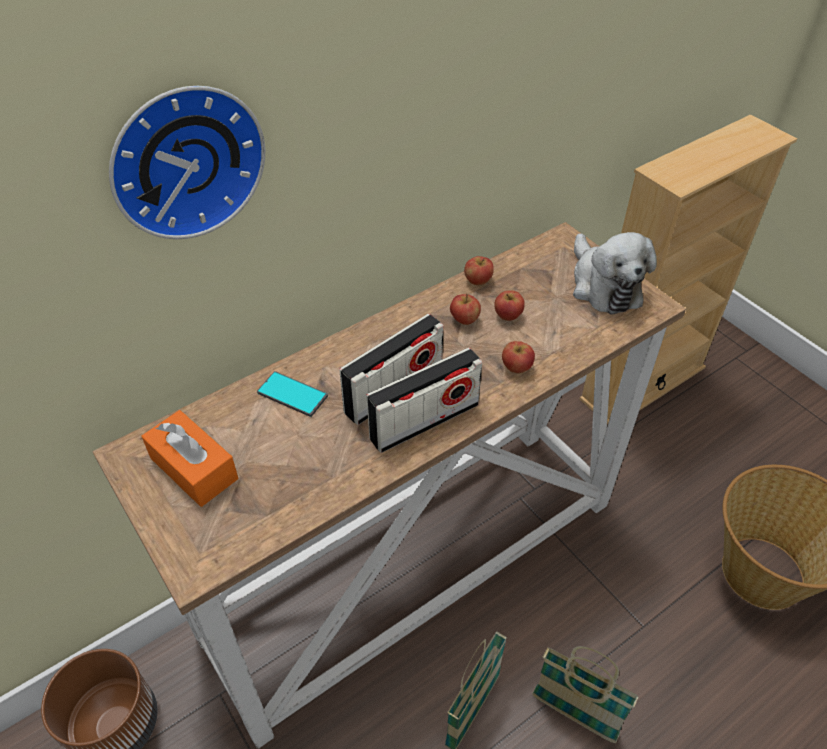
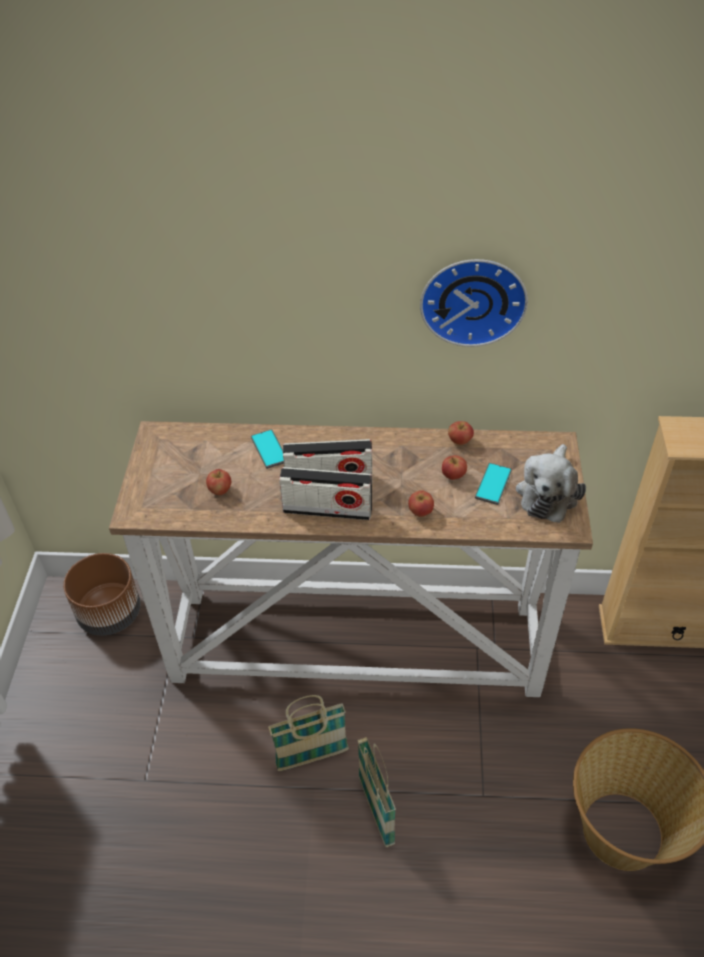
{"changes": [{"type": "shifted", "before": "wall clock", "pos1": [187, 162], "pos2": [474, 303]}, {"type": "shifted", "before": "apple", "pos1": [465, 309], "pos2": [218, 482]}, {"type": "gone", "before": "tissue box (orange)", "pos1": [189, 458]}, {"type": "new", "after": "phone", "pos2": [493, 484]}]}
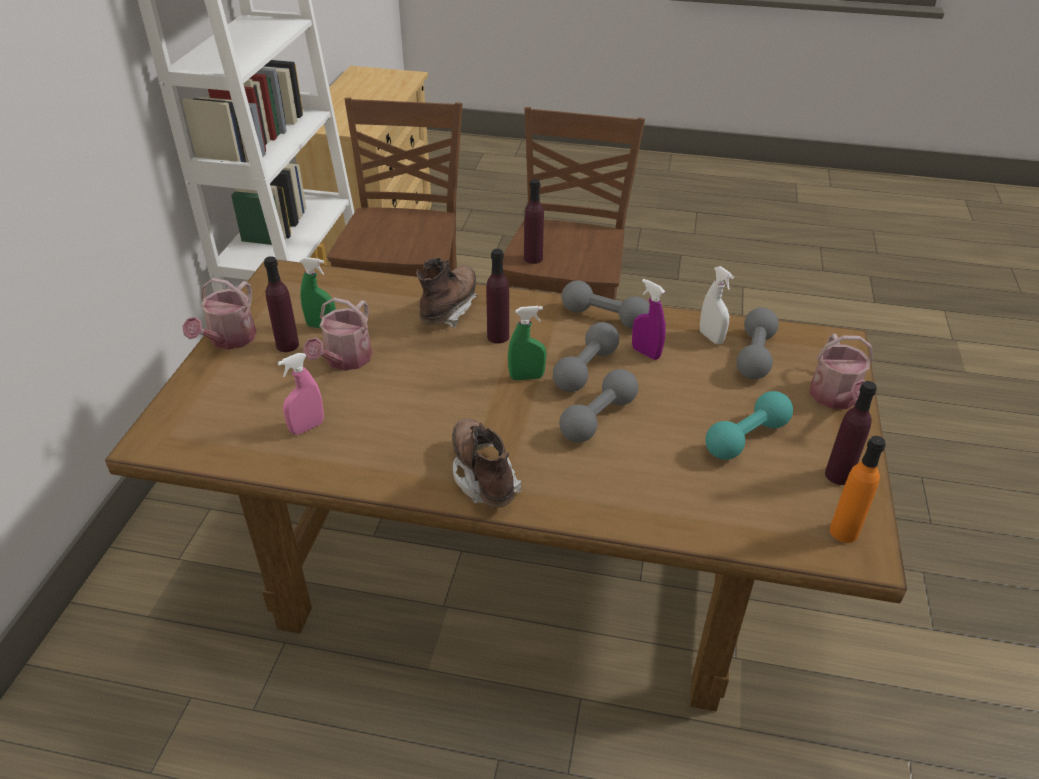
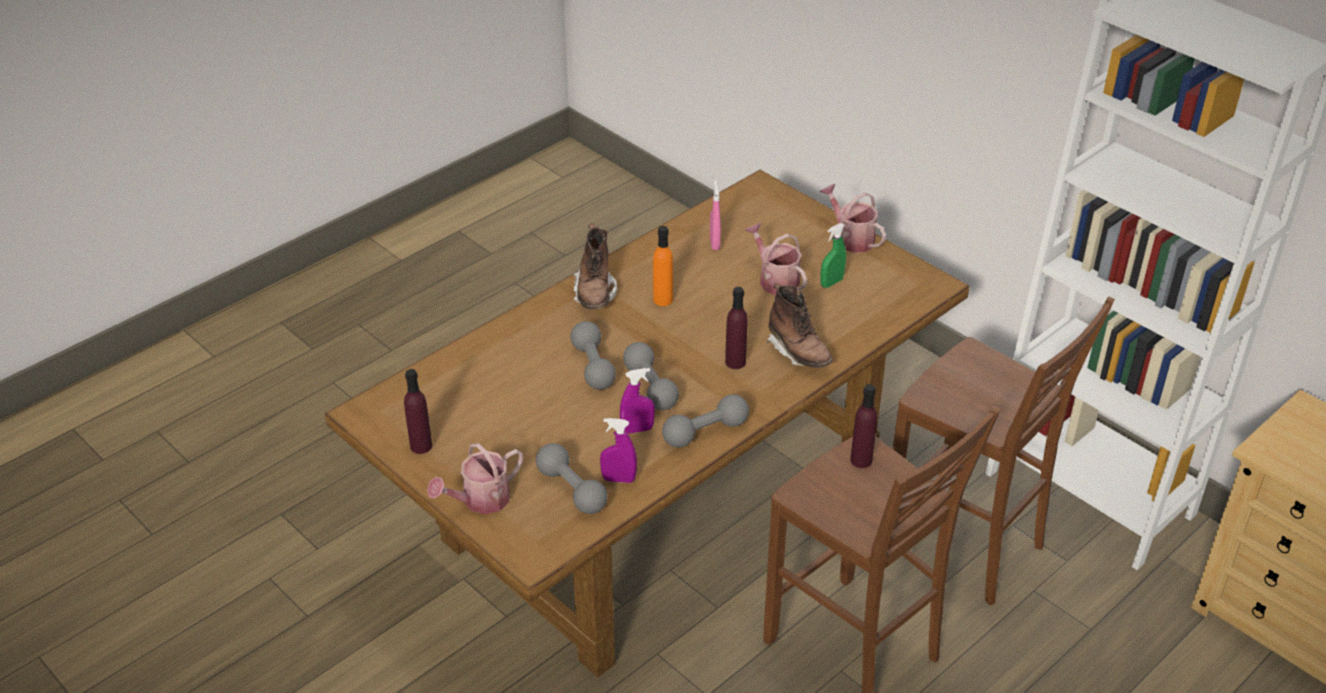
{"changes": [{"type": "gone", "before": "bottle (purple)", "pos1": [281, 304]}, {"type": "repainted", "before": "spray bottle (white)", "after": "spray bottle (purple)", "pos1": [717, 305], "pos2": [618, 450]}, {"type": "gone", "before": "spray bottle (green)", "pos1": [527, 343]}, {"type": "rotated", "before": "watering can", "pos1": [841, 371], "pos2": [475, 478], "turn": -75}, {"type": "gone", "before": "dumbbell (turquoise)", "pos1": [749, 425]}, {"type": "rotated", "before": "boot (brown)", "pos1": [487, 463], "pos2": [595, 266], "turn": 75}, {"type": "shifted", "before": "bottle (orange)", "pos1": [857, 489], "pos2": [663, 266]}]}
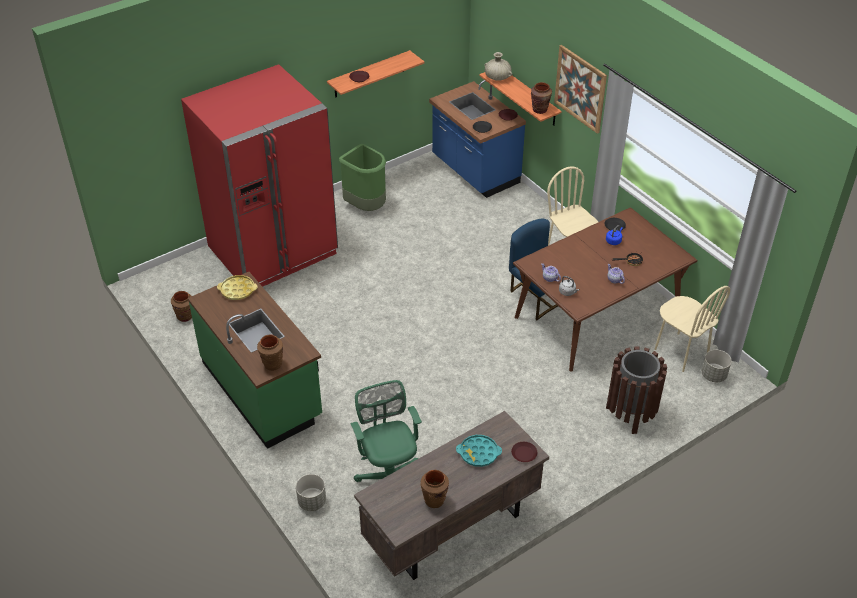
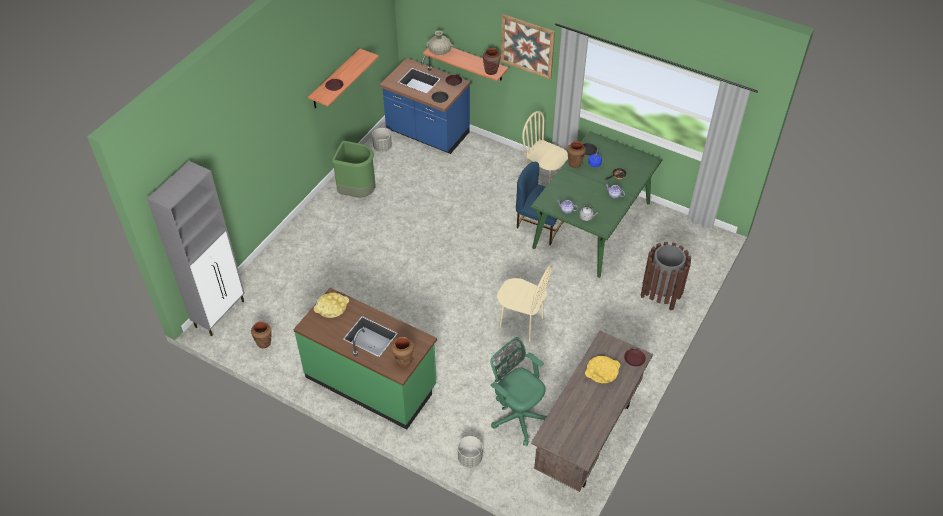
{"changes": [{"type": "gone", "before": "fridge (red)", "pos1": [259, 175]}, {"type": "repainted", "before": "dining table (brown)", "after": "dining table (green)", "pos1": [605, 289], "pos2": [597, 204]}, {"type": "shifted", "before": "chair (beige)", "pos1": [692, 329], "pos2": [524, 303]}, {"type": "shifted", "before": "planter (grey)", "pos1": [717, 366], "pos2": [382, 140]}, {"type": "repainted", "before": "tray (turquoise)", "after": "tray (yellow)", "pos1": [479, 451], "pos2": [602, 369]}, {"type": "shifted", "before": "vase (brown)", "pos1": [434, 489], "pos2": [576, 154]}, {"type": "new", "after": "cabinet (grey)", "pos2": [196, 248]}]}
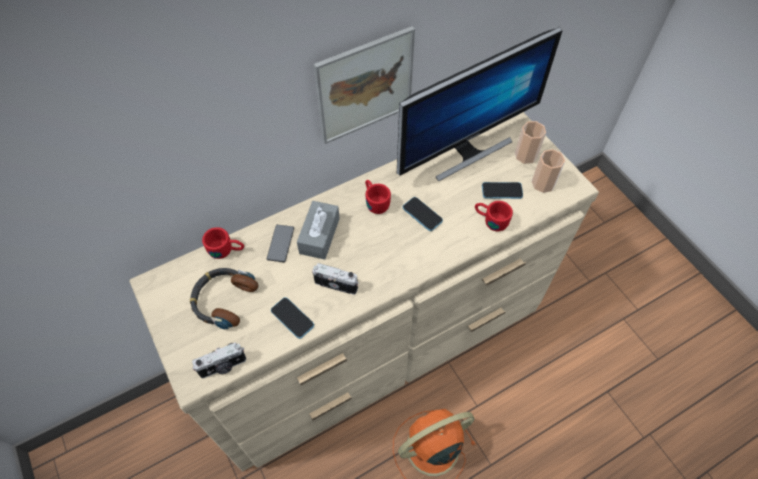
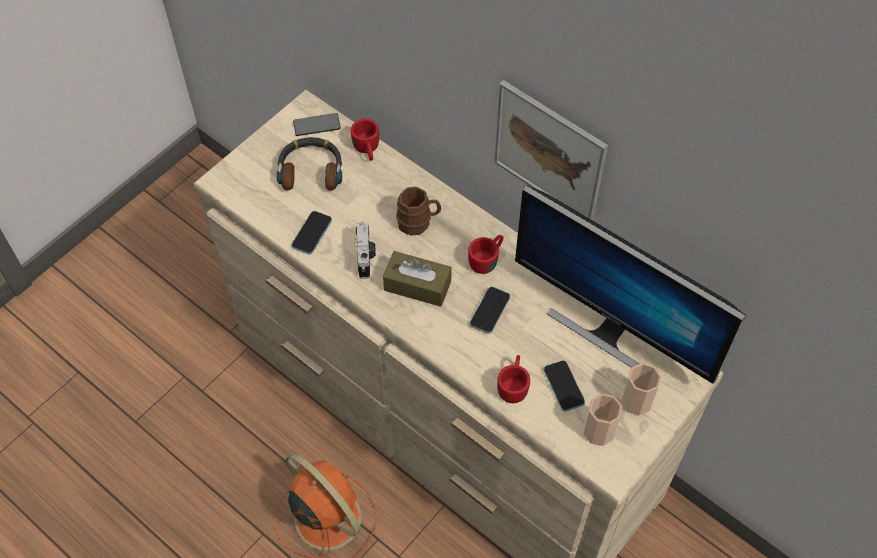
{"changes": [{"type": "swapped", "before": "tissue box (grey)", "after": "mug (brown)", "pos1": [318, 230], "pos2": [418, 211]}, {"type": "shifted", "before": "phone", "pos1": [280, 243], "pos2": [317, 124]}, {"type": "gone", "before": "photo camera", "pos1": [219, 360]}, {"type": "new", "after": "tissue box (brown)", "pos2": [417, 279]}]}
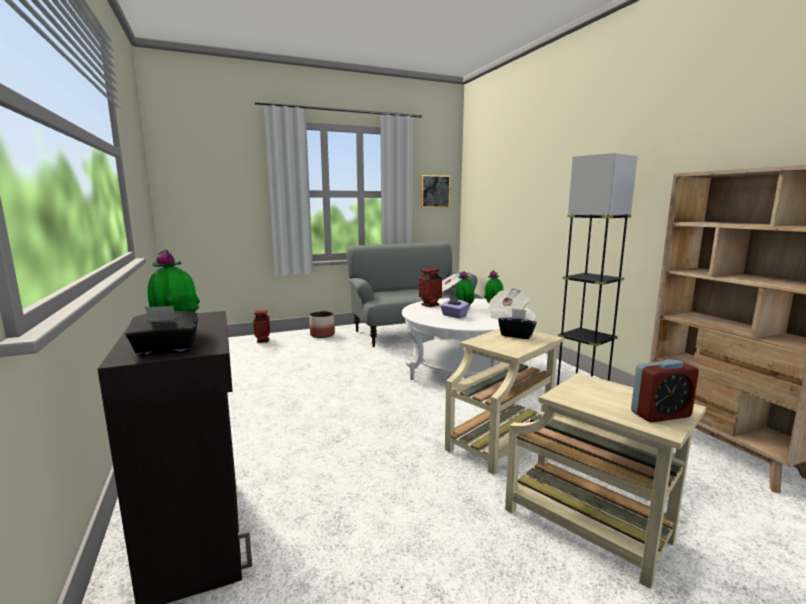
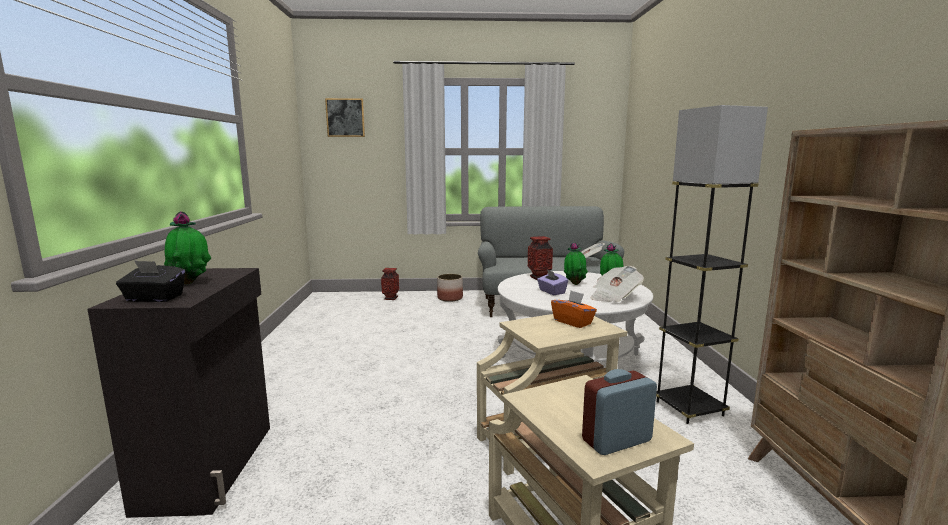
{"changes": [{"type": "shifted", "before": "picture", "pos1": [435, 191], "pos2": [345, 117]}, {"type": "repainted", "before": "tissue box (black)", "after": "tissue box (orange)", "pos1": [517, 323], "pos2": [574, 309]}, {"type": "rotated", "before": "alarm clock", "pos1": [665, 390], "pos2": [619, 412], "turn": 150}]}
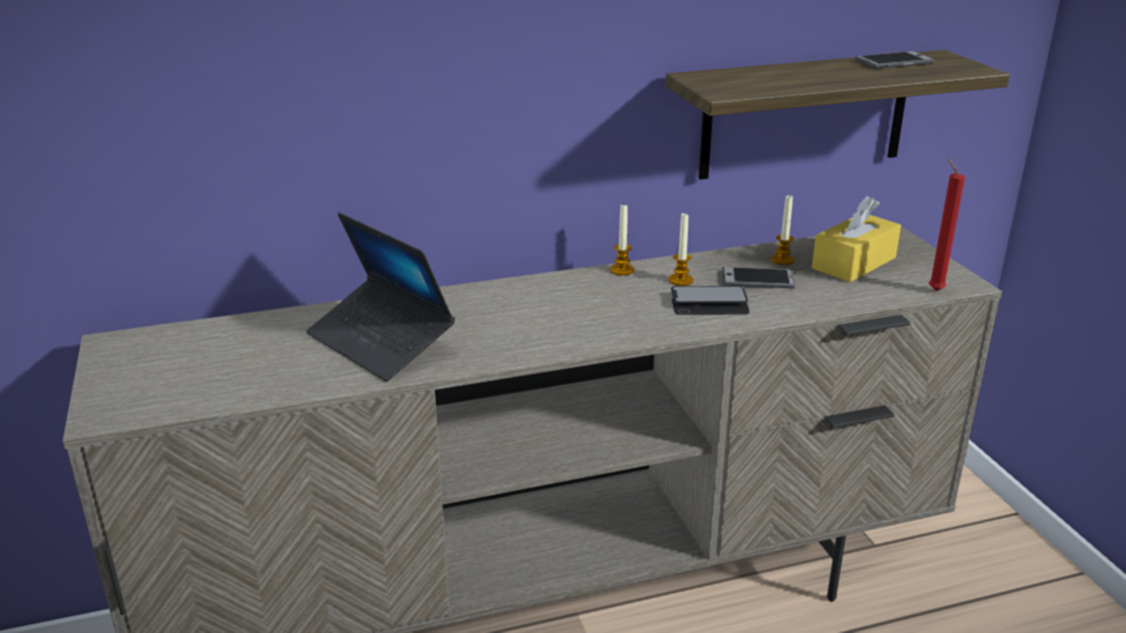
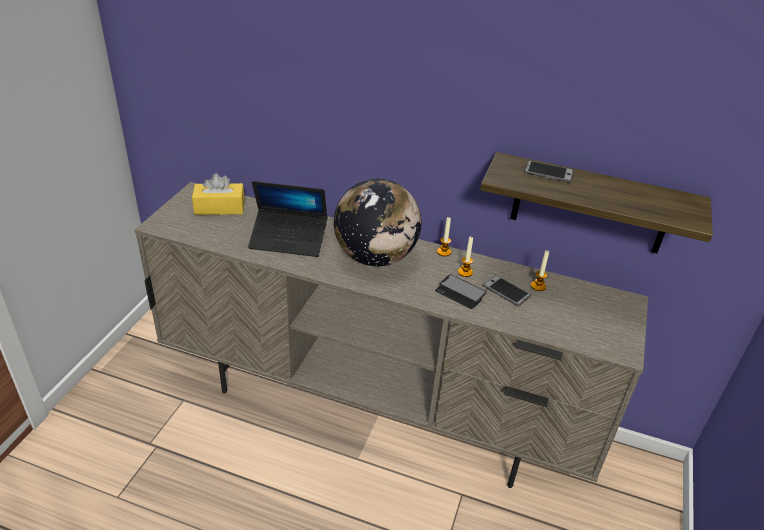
{"changes": [{"type": "shifted", "before": "phone", "pos1": [895, 60], "pos2": [549, 172]}, {"type": "gone", "before": "candle (red)", "pos1": [947, 224]}, {"type": "shifted", "before": "tissue box (yellow)", "pos1": [856, 239], "pos2": [218, 194]}, {"type": "rotated", "before": "laptop", "pos1": [380, 297], "pos2": [288, 219], "turn": -75}, {"type": "new", "after": "globe", "pos2": [377, 222]}]}
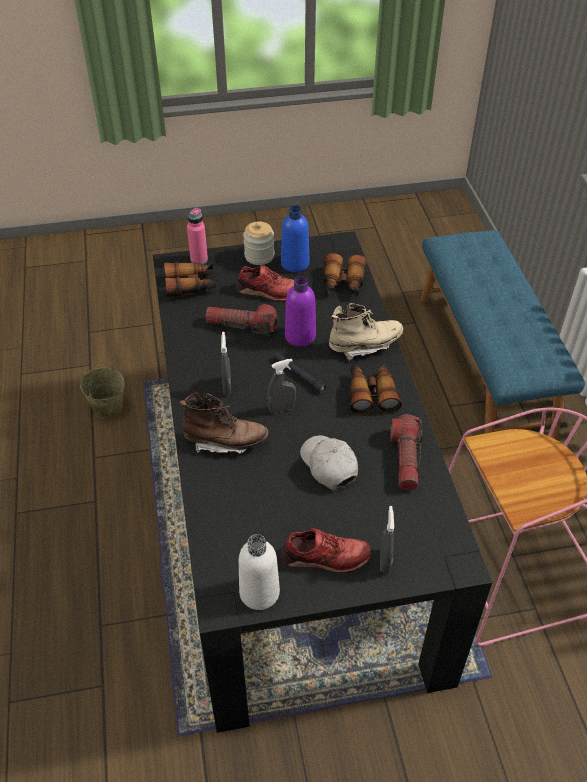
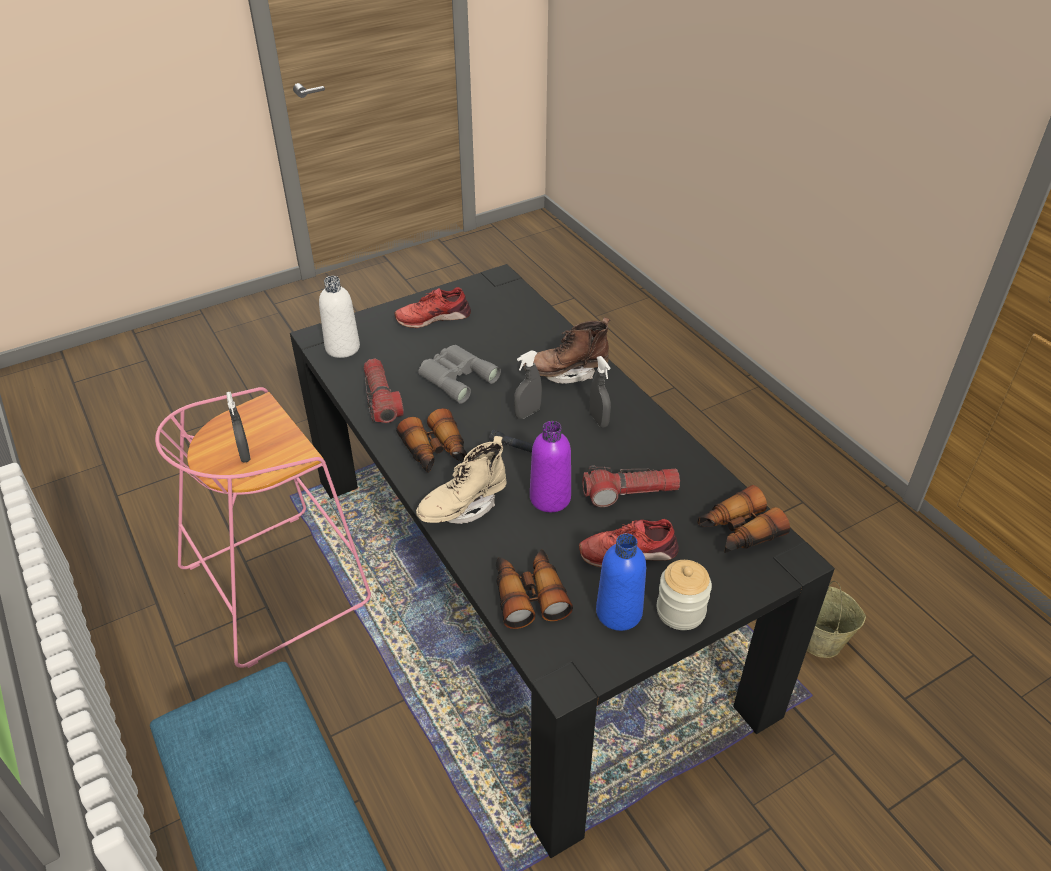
{"changes": [{"type": "gone", "before": "bottle (pink)", "pos1": [197, 236]}, {"type": "swapped", "before": "cap (white)", "after": "binoculars (grey)", "pos1": [329, 462], "pos2": [459, 374]}, {"type": "shifted", "before": "spray bottle (grey)", "pos1": [387, 540], "pos2": [238, 427]}, {"type": "shifted", "before": "bottle (white)", "pos1": [259, 572], "pos2": [339, 317]}]}
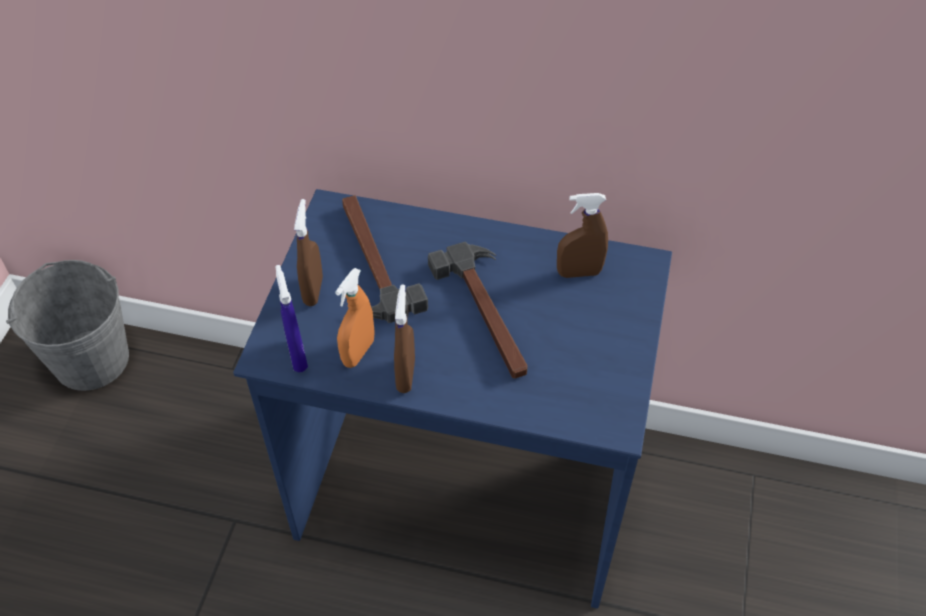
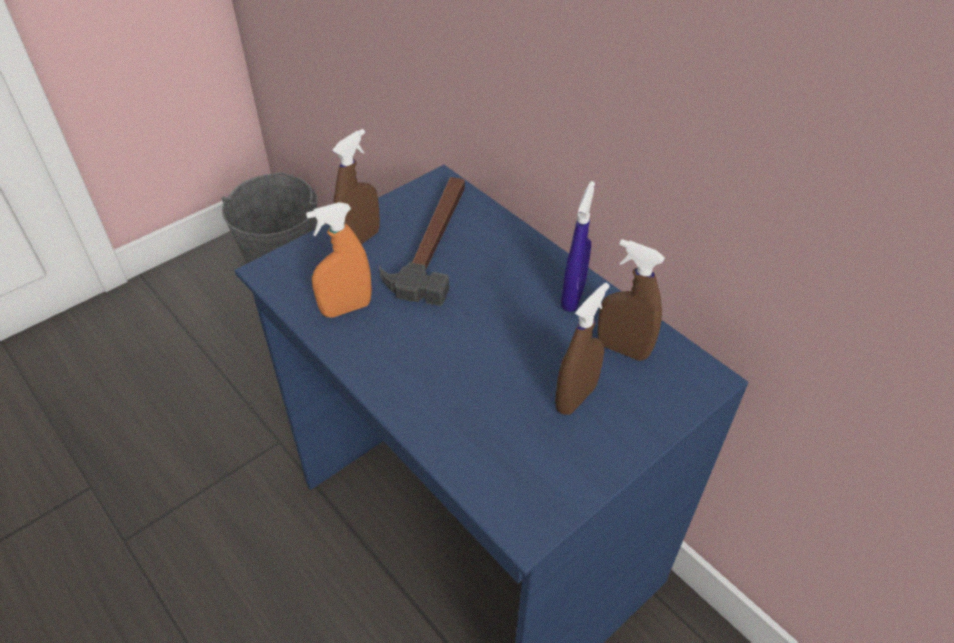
{"changes": [{"type": "gone", "before": "hammer", "pos1": [478, 310]}, {"type": "shifted", "before": "spray bottle (blue)", "pos1": [291, 318], "pos2": [578, 246]}, {"type": "shifted", "before": "spray bottle (brown)", "pos1": [404, 338], "pos2": [582, 349]}]}
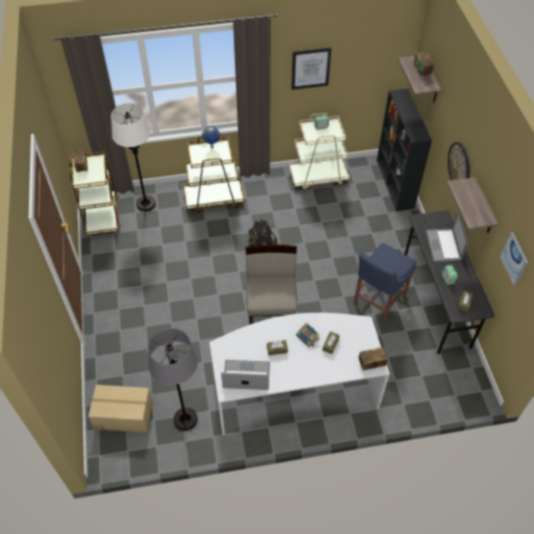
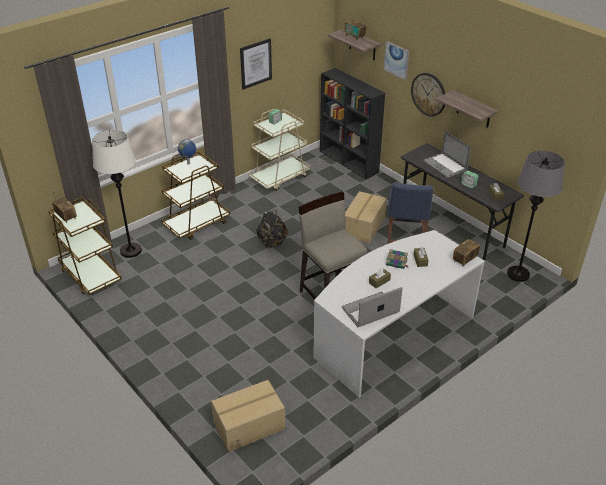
{"changes": [{"type": "shifted", "before": "picture", "pos1": [514, 259], "pos2": [396, 60]}, {"type": "shifted", "before": "floor lamp (grey)", "pos1": [173, 379], "pos2": [536, 216]}, {"type": "new", "after": "cardboard box", "pos2": [366, 217]}]}
